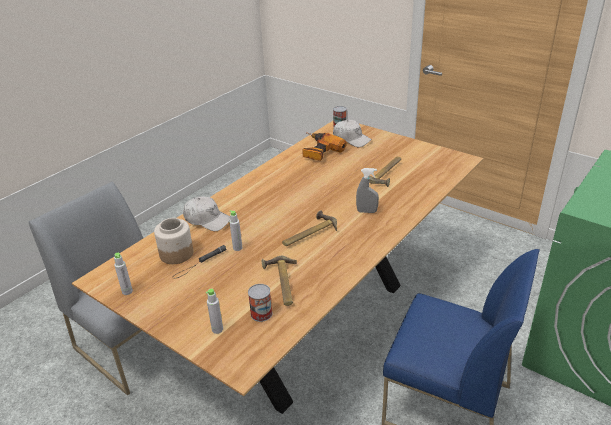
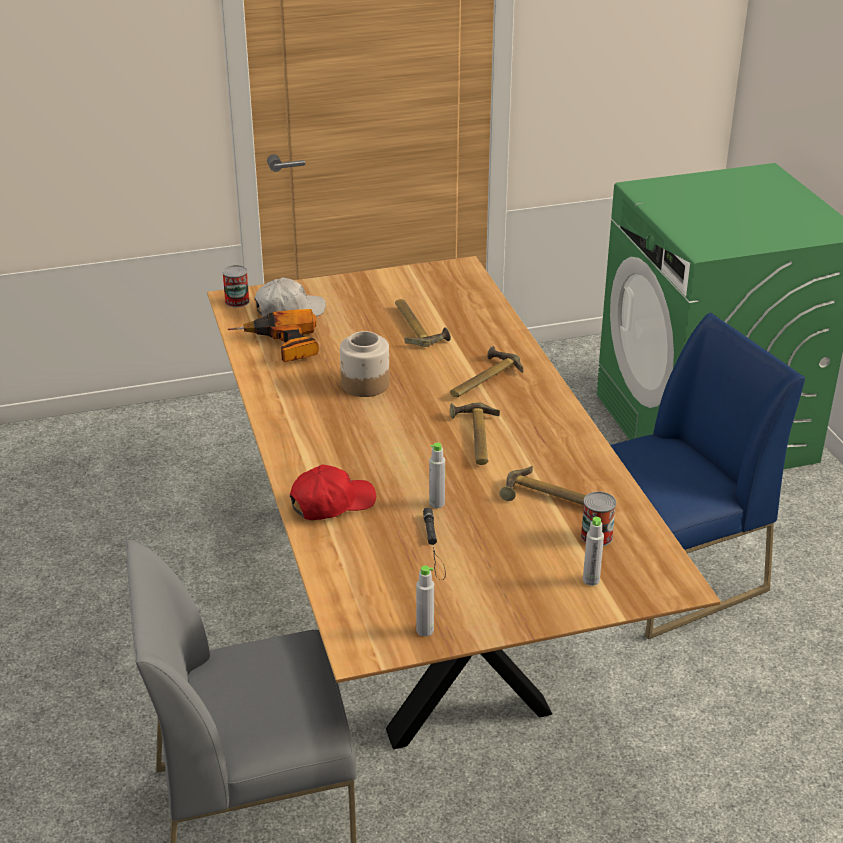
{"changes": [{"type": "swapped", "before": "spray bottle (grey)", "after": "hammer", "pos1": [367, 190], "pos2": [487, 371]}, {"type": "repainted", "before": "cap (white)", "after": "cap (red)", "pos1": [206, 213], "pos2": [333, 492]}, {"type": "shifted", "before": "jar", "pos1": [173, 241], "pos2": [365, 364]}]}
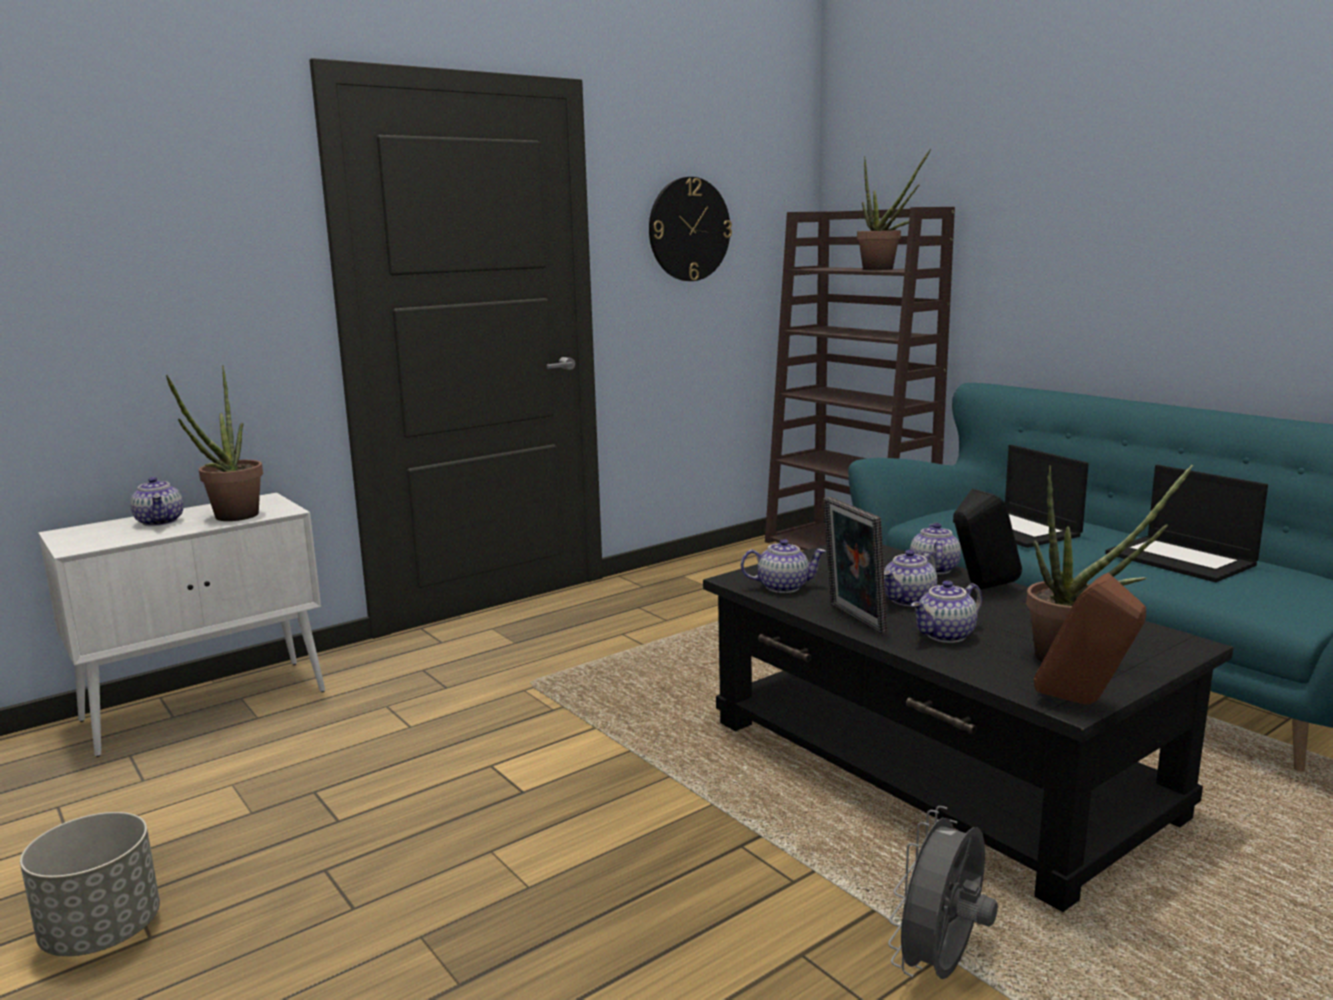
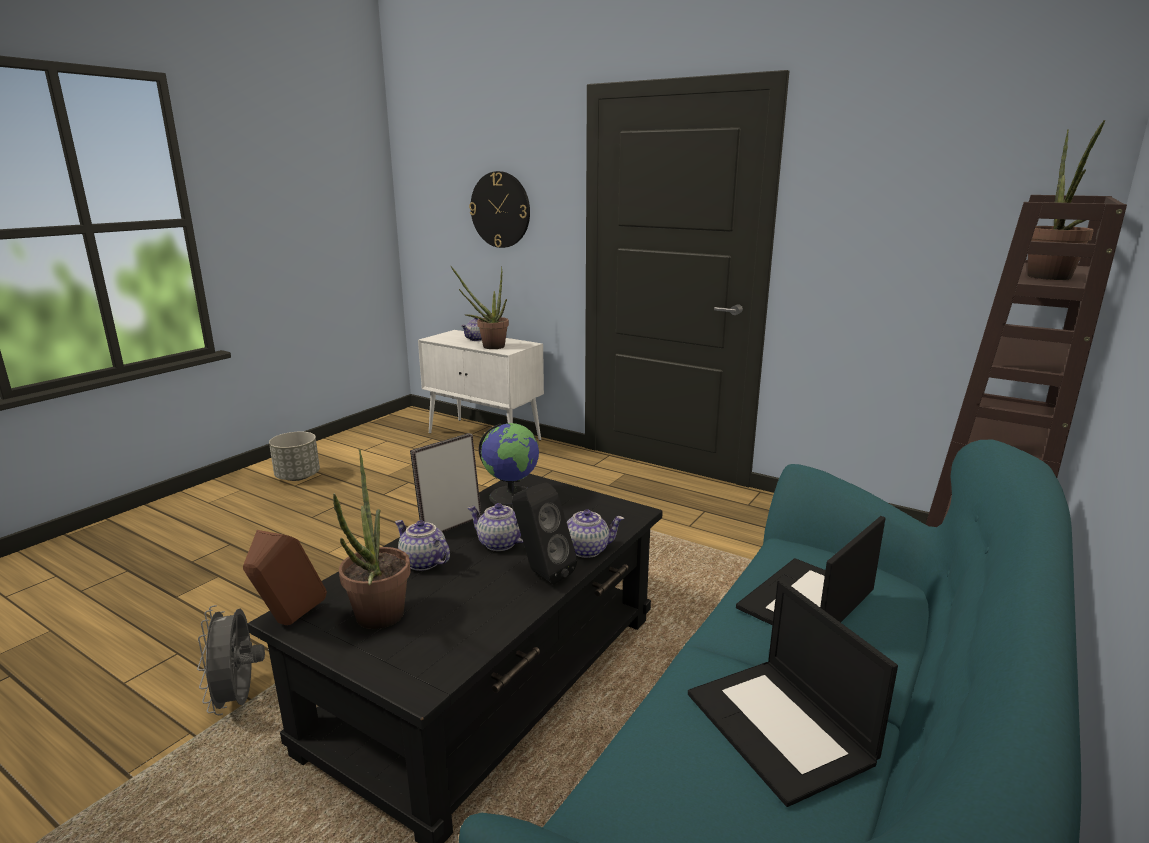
{"changes": [{"type": "shifted", "before": "wall clock", "pos1": [690, 229], "pos2": [499, 209]}, {"type": "rotated", "before": "laptop", "pos1": [1186, 523], "pos2": [793, 693], "turn": -60}, {"type": "swapped", "before": "teapot", "after": "globe", "pos1": [783, 566], "pos2": [509, 465]}, {"type": "rotated", "before": "fan (grey)", "pos1": [943, 892], "pos2": [231, 660], "turn": -120}]}
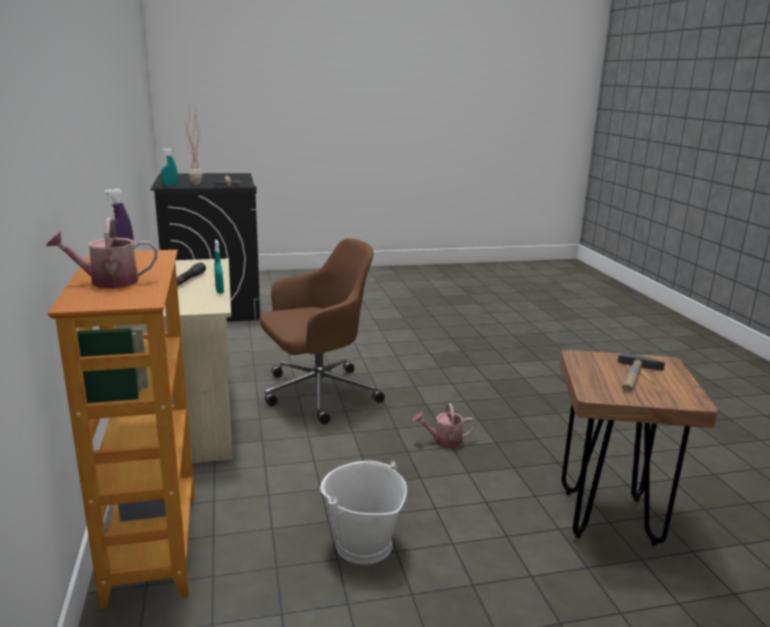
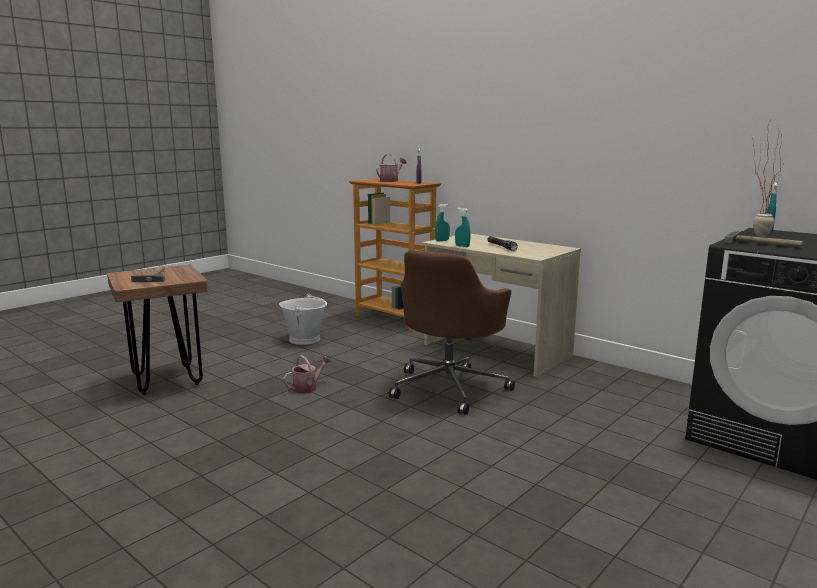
{"changes": [{"type": "new", "after": "spray bottle (turquoise)", "pos2": [442, 223]}]}
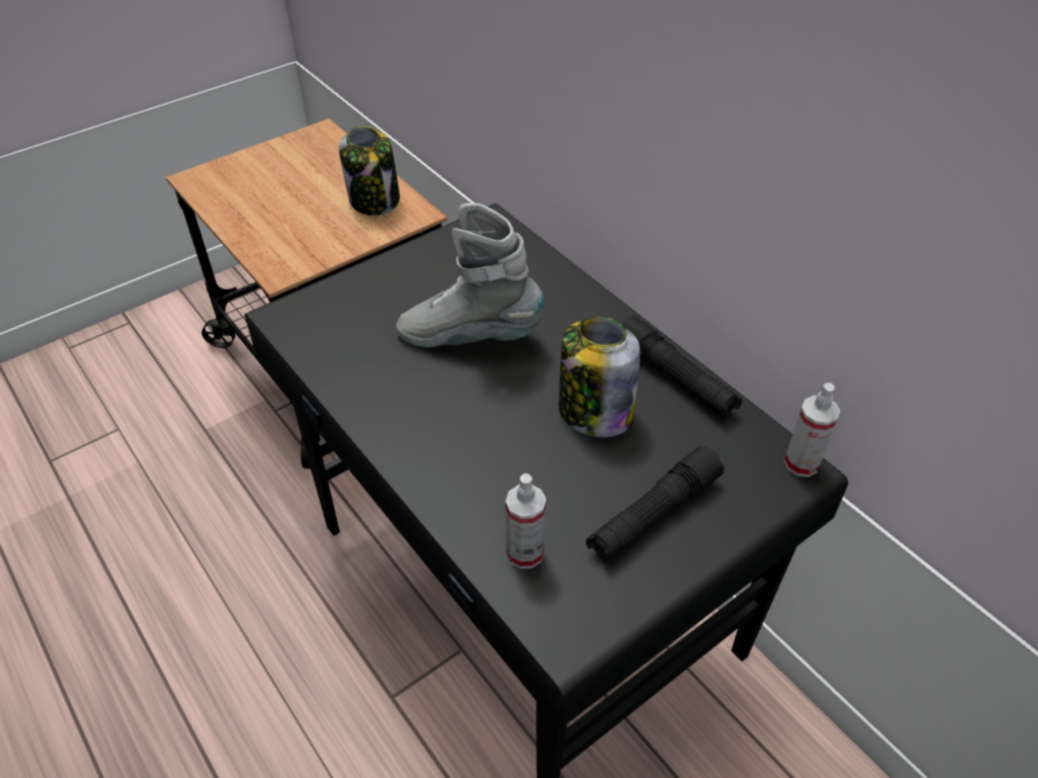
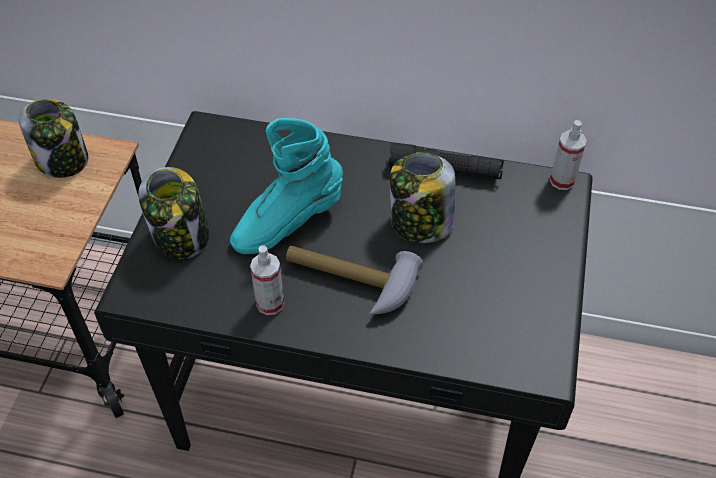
{"changes": [{"type": "repainted", "before": "boot (grey)", "after": "boot (turquoise)", "pos1": [470, 275], "pos2": [286, 186]}, {"type": "gone", "before": "flashlight (black)", "pos1": [655, 504]}, {"type": "shifted", "before": "spray bottle", "pos1": [525, 521], "pos2": [267, 280]}, {"type": "new", "after": "jar", "pos2": [173, 213]}, {"type": "new", "after": "hammer", "pos2": [354, 280]}]}
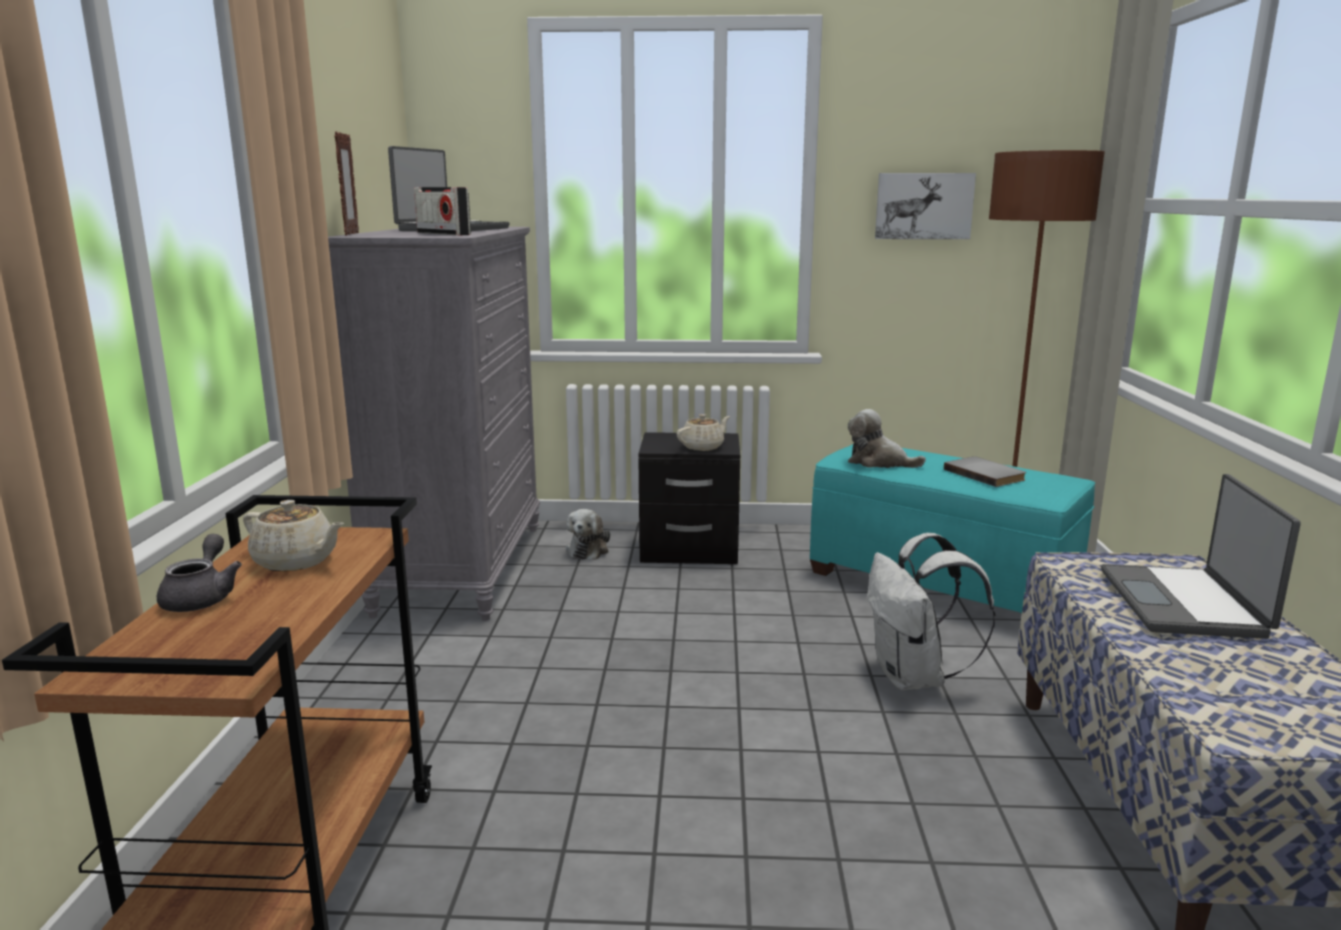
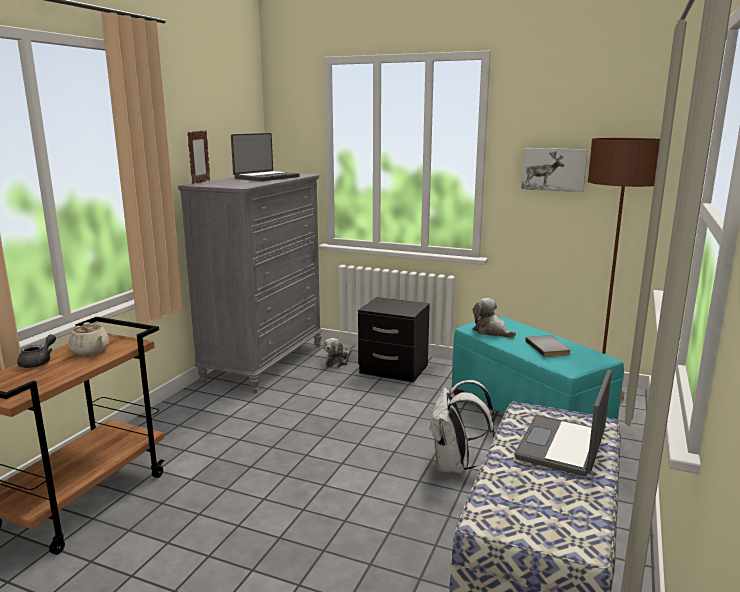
{"changes": [{"type": "gone", "before": "radio", "pos1": [442, 211]}, {"type": "gone", "before": "teapot (beige)", "pos1": [703, 432]}]}
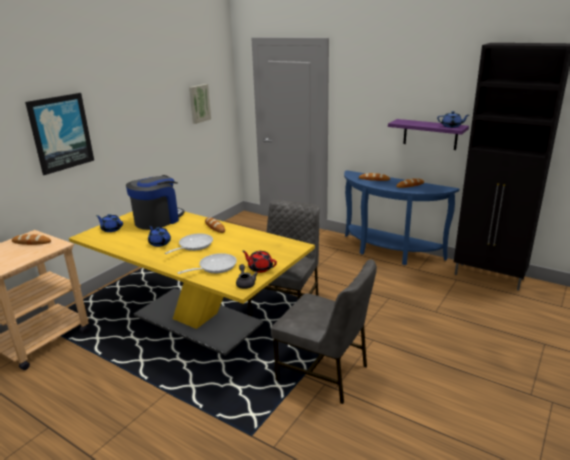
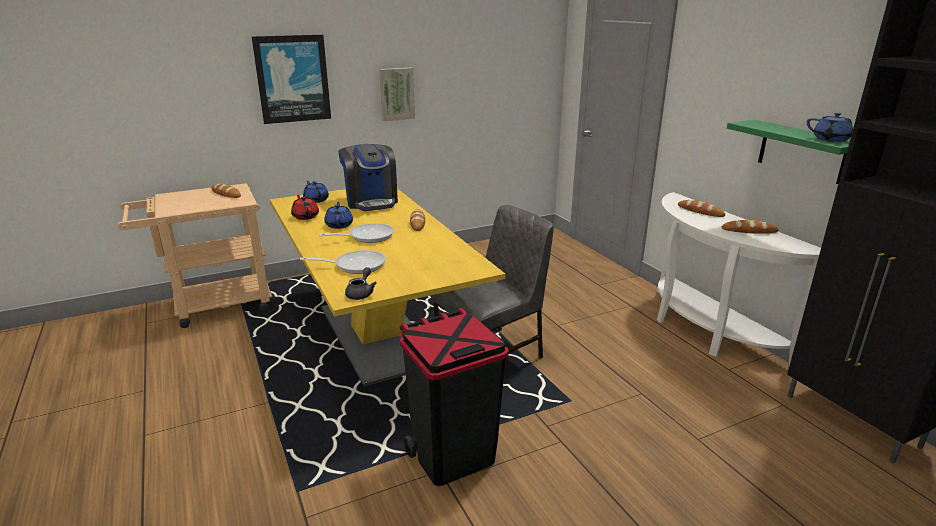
{"changes": [{"type": "shifted", "before": "picture", "pos1": [200, 104], "pos2": [397, 94]}, {"type": "repainted", "before": "shelf (purple)", "after": "shelf (green)", "pos1": [428, 134], "pos2": [788, 152]}, {"type": "repainted", "before": "console table (blue)", "after": "console table (white)", "pos1": [402, 217], "pos2": [739, 279]}, {"type": "rotated", "before": "coffee machine", "pos1": [155, 202], "pos2": [368, 177], "turn": 90}, {"type": "shifted", "before": "teapot (red)", "pos1": [260, 262], "pos2": [305, 207]}, {"type": "swapped", "before": "chair (grey)", "after": "trash can (black)", "pos1": [324, 331], "pos2": [454, 397]}]}
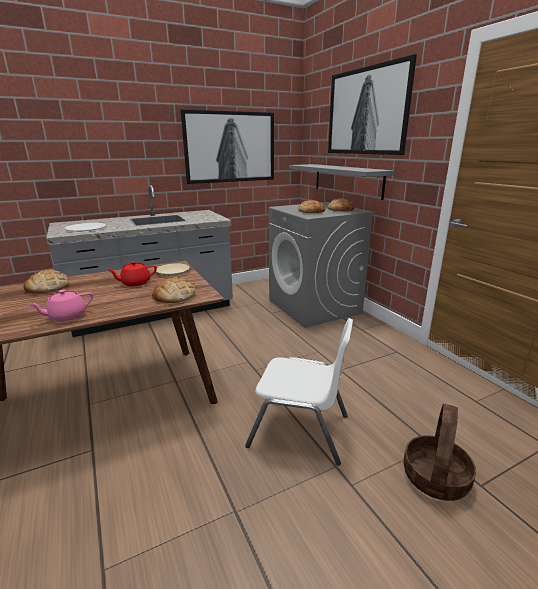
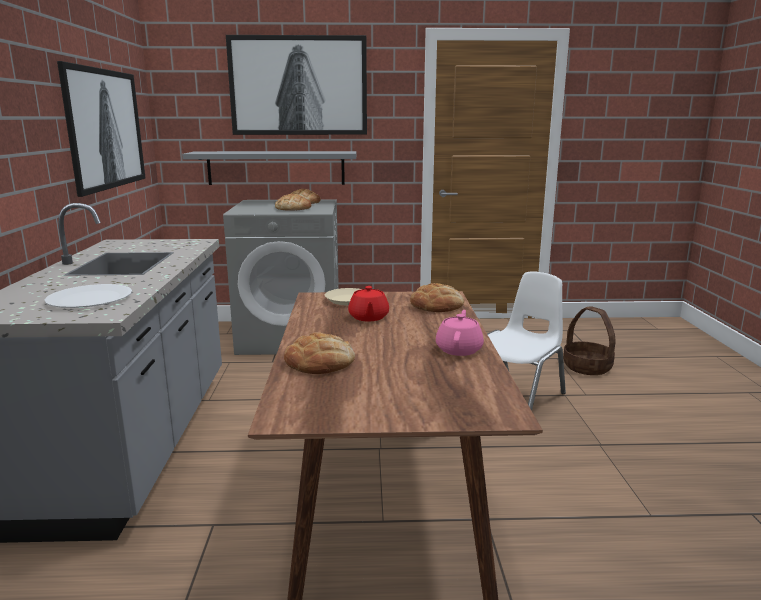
{"changes": [{"type": "rotated", "before": "teapot (pink)", "pos1": [60, 305], "pos2": [460, 333], "turn": -150}]}
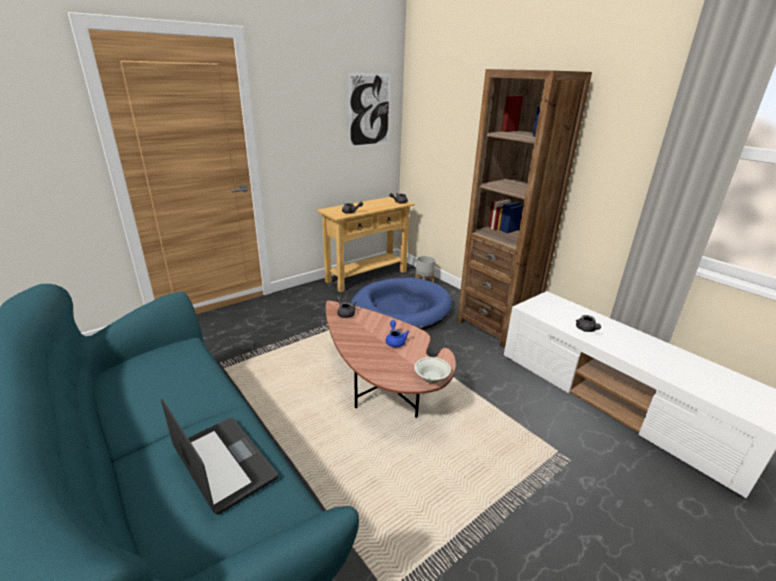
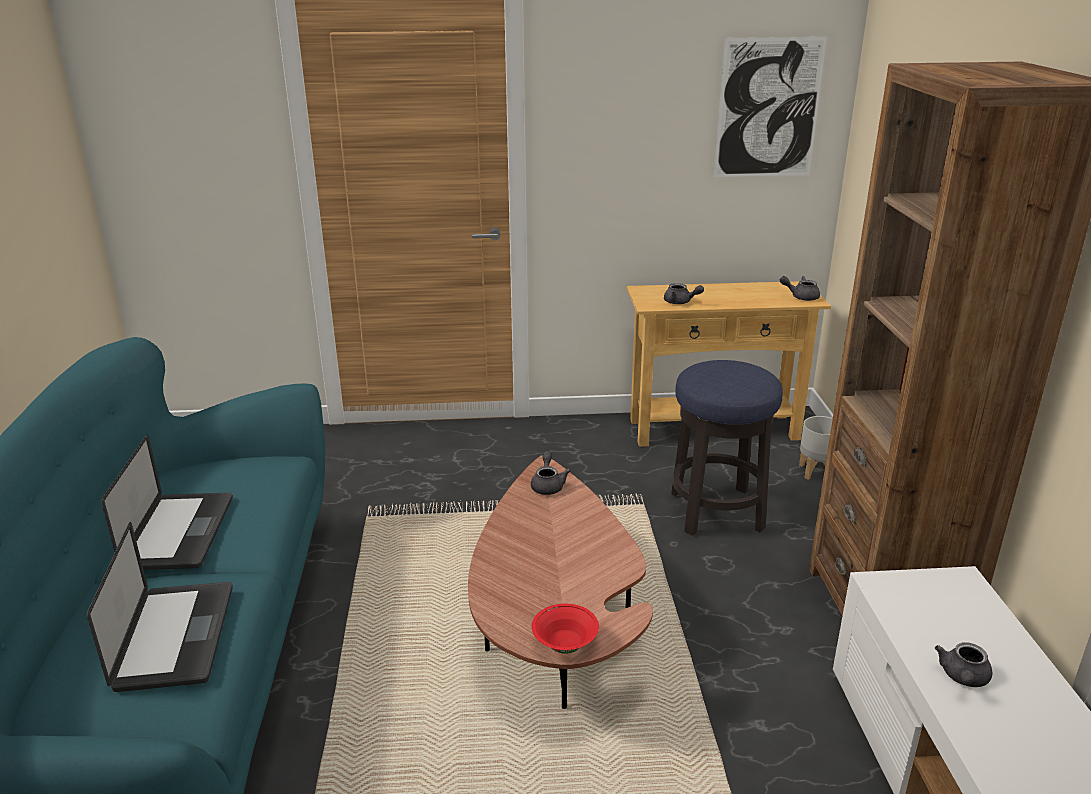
{"changes": [{"type": "swapped", "before": "dog bed (blue)", "after": "stool", "pos1": [401, 304], "pos2": [727, 448]}, {"type": "gone", "before": "teapot (blue)", "pos1": [398, 333]}, {"type": "repainted", "before": "bowl (white)", "after": "bowl (red)", "pos1": [432, 370], "pos2": [565, 629]}, {"type": "new", "after": "laptop", "pos2": [167, 502]}]}
